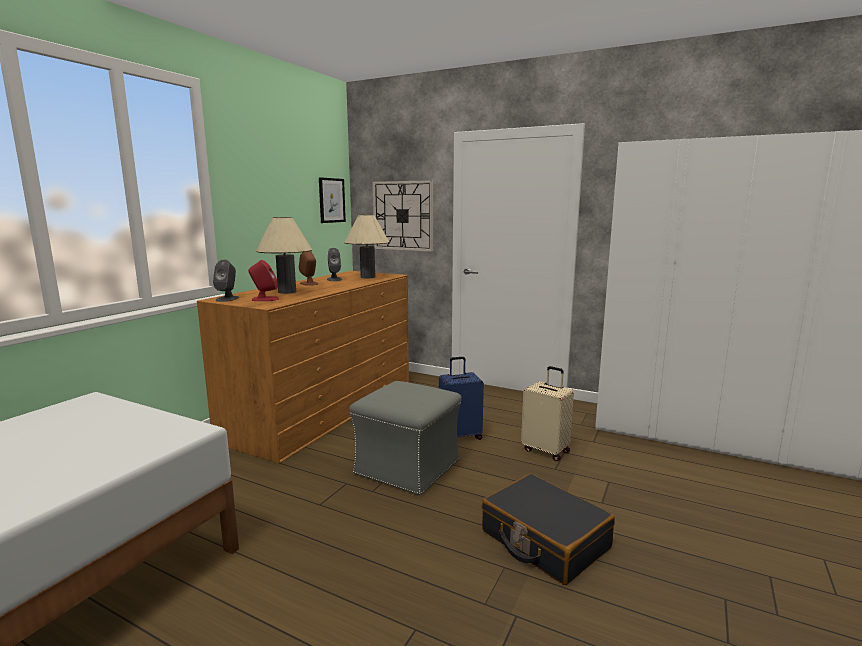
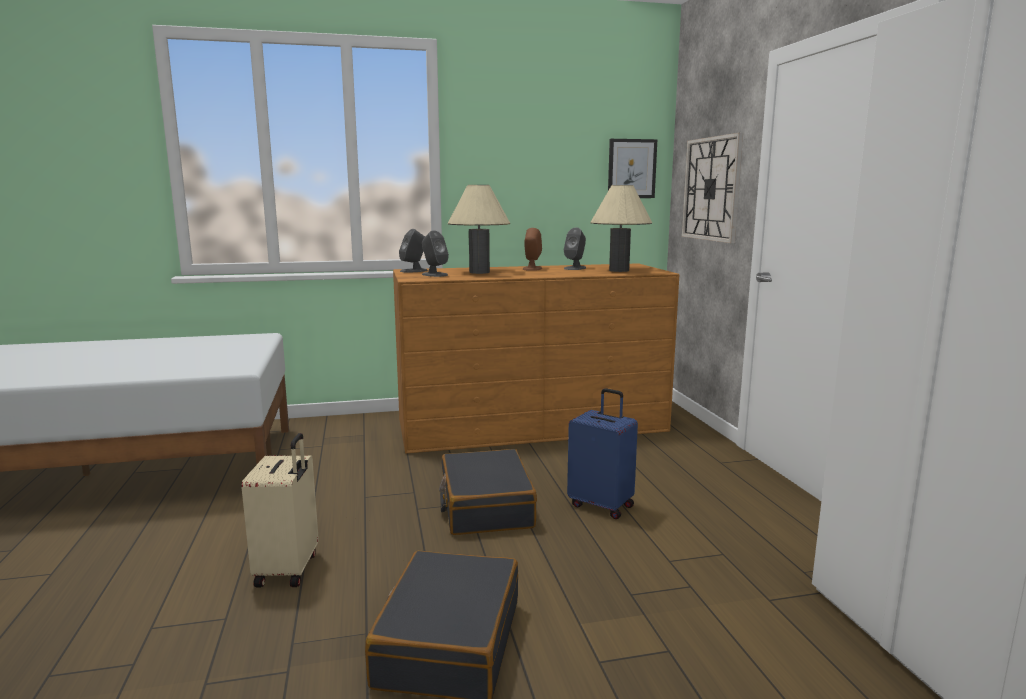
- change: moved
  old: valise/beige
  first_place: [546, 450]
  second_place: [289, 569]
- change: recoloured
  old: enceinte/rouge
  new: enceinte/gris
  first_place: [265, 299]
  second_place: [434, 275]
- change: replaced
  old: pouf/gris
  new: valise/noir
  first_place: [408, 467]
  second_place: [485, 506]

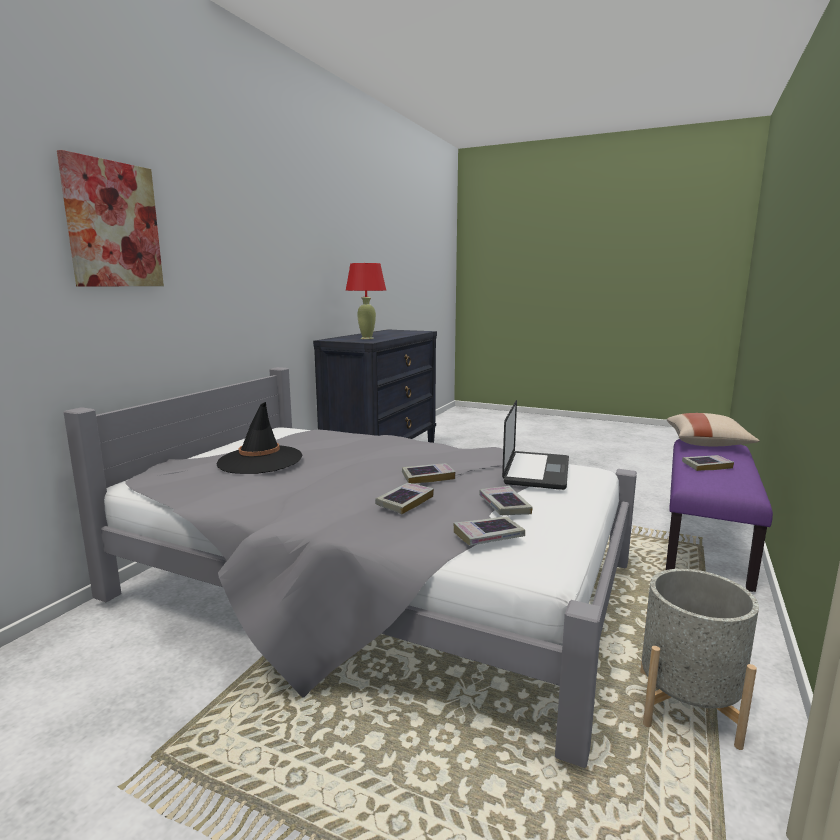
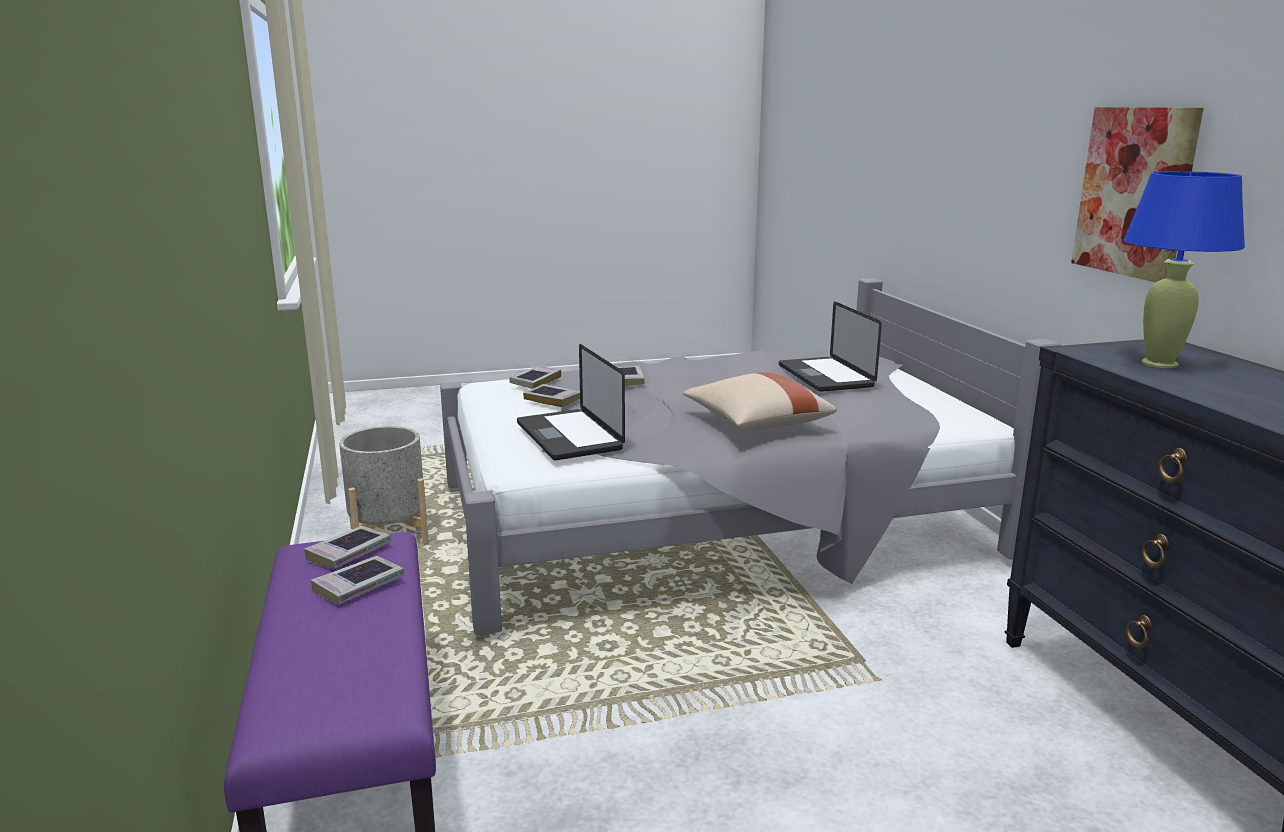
- change: moved
  old: livre
  first_place: [428, 477]
  second_place: [349, 553]
- change: moved
  old: coussin/beige
  first_place: [708, 444]
  second_place: [756, 423]
- change: replaced
  old: chapeau/noir
  new: ordinateur portable
  first_place: [260, 460]
  second_place: [825, 376]
- change: moved
  old: tableau
  first_place: [113, 225]
  second_place: [1135, 192]
- change: recoloured
  old: lampe de table/rouge
  new: lampe de table/bleu
  first_place: [366, 338]
  second_place: [1160, 363]

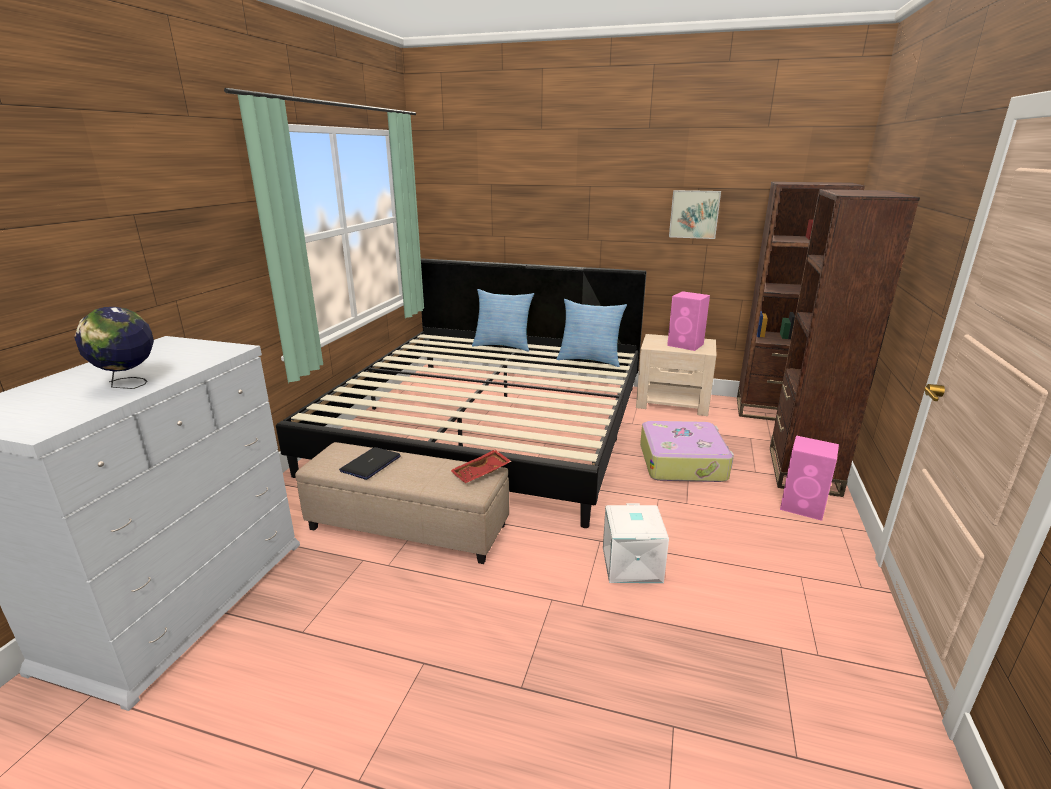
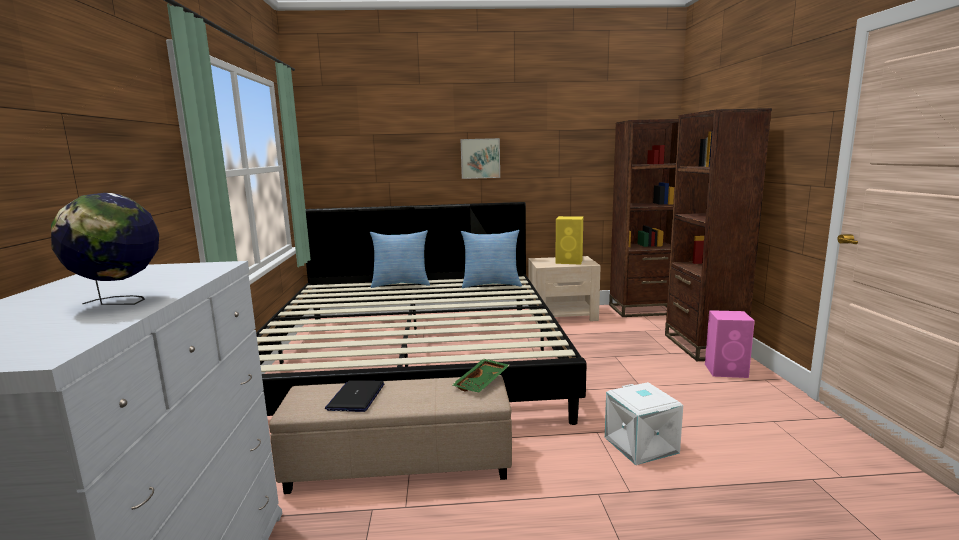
- change: recoloured
  old: plateau/rouge
  new: plateau/vert
  first_place: [481, 473]
  second_place: [482, 383]
- change: moved
  old: tableau
  first_place: [694, 214]
  second_place: [480, 158]
- change: recoloured
  old: enceinte/rose
  new: enceinte/jaune
  first_place: [686, 345]
  second_place: [569, 261]
- change: removed
  old: valise
  first_place: [683, 462]

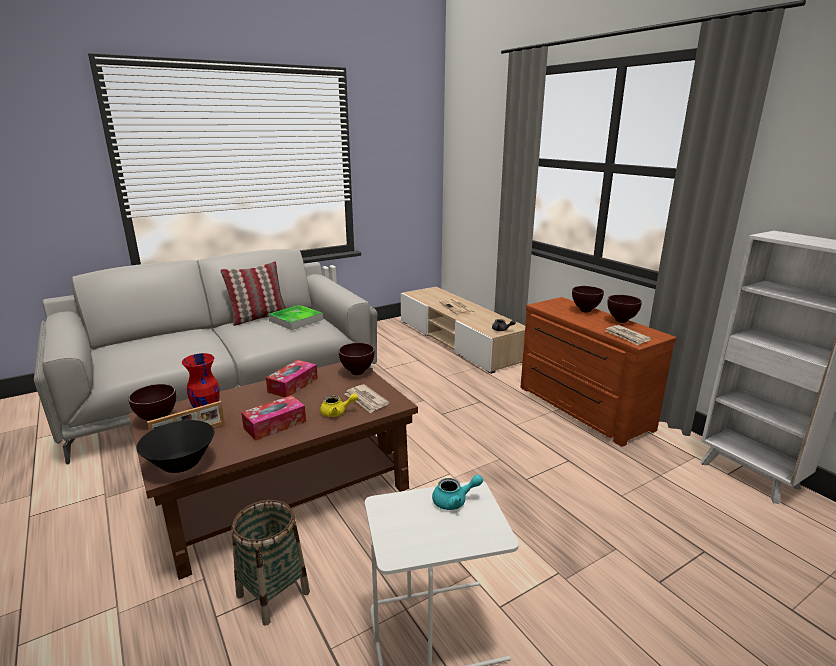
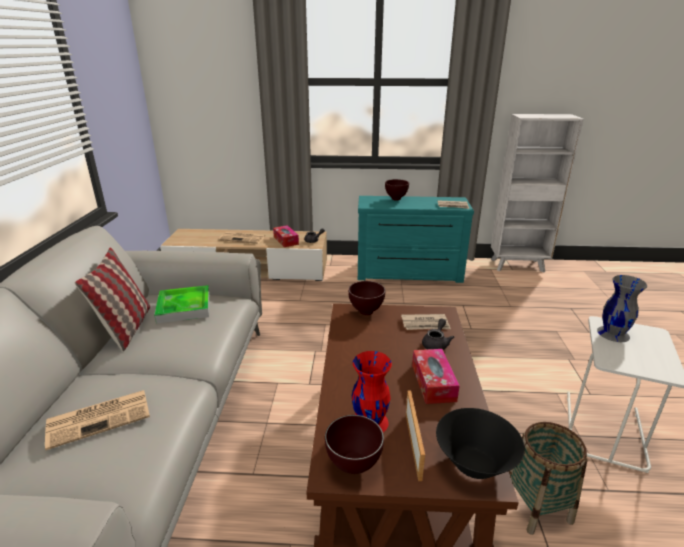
- change: added
  new: journal
  second_place: [100, 417]
- change: moved
  old: boîte à mouchoirs
  first_place: [293, 385]
  second_place: [286, 240]
- change: recoloured
  old: commode/marron
  new: commode/turquoise
  first_place: [581, 408]
  second_place: [409, 273]
- change: recoloured
  old: théière/jaune
  new: théière/gris
  first_place: [337, 412]
  second_place: [436, 344]
- change: replaced
  old: théière/turquoise
  new: vase/gris
  first_place: [454, 501]
  second_place: [613, 333]
- change: removed
  old: bol/marron
  first_place: [622, 321]

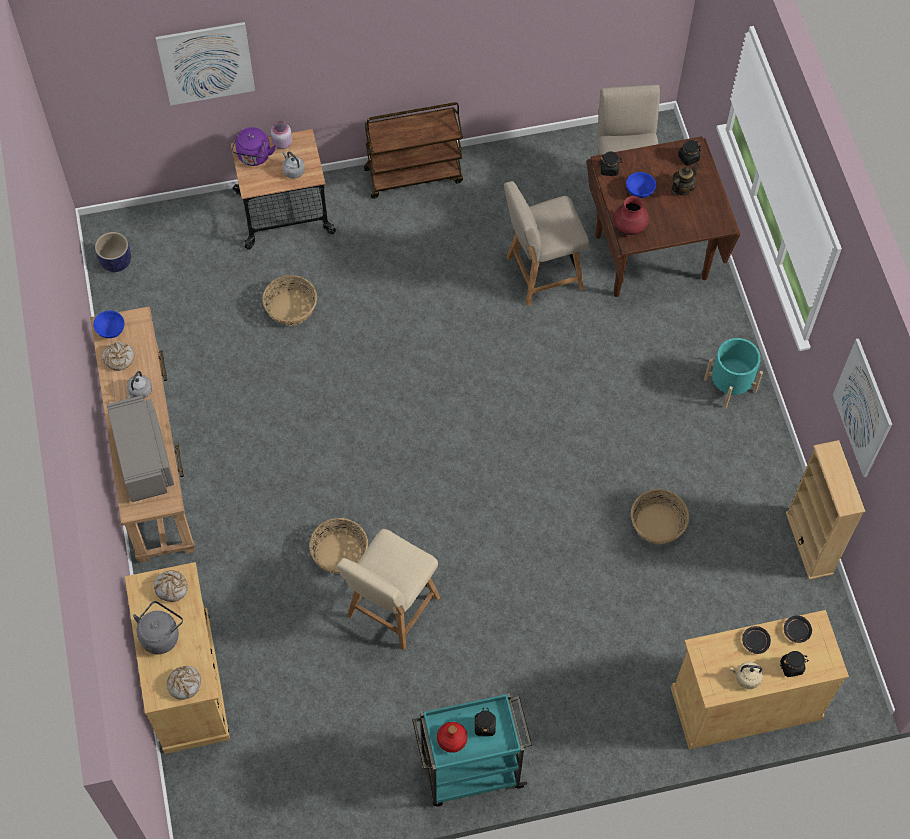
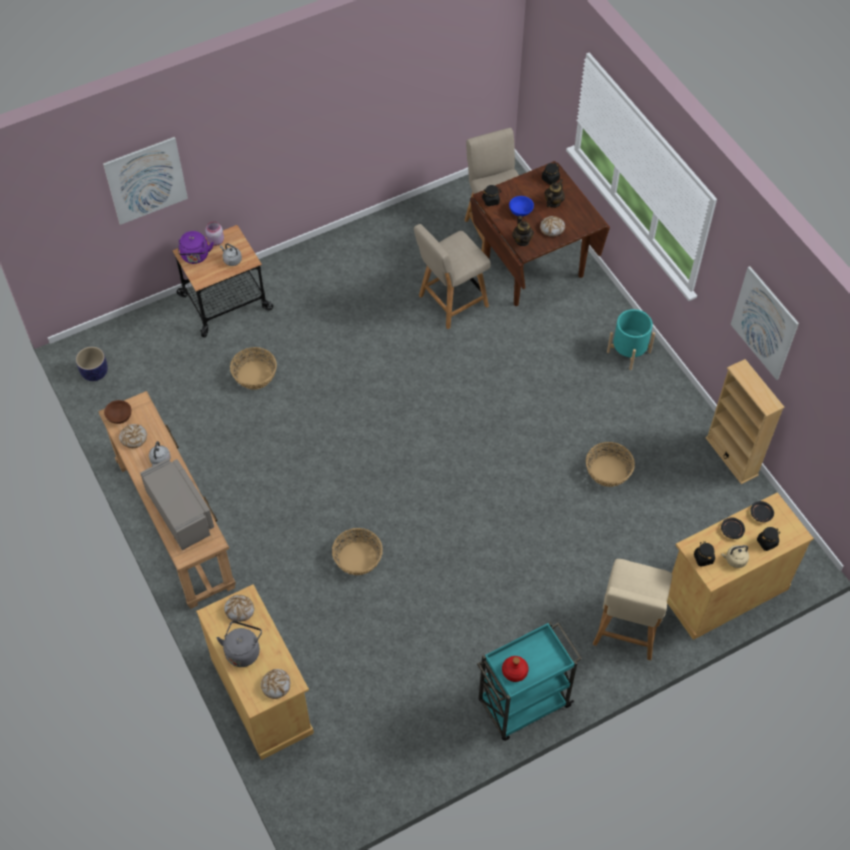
- change: recoloured
  old: bol/bleu
  new: bol/marron
  first_place: [110, 331]
  second_place: [119, 418]
- change: replaced
  old: vase/rouge
  new: théière
  first_place: [629, 227]
  second_place: [522, 240]
- change: added
  new: pain
  second_place: [552, 228]
- change: moved
  old: chaise/beige
  first_place: [391, 610]
  second_place: [626, 630]
- change: moved
  old: bocal/noir
  first_place: [484, 726]
  second_place: [703, 558]
- change: removed
  old: chariot/marron
  first_place: [414, 175]

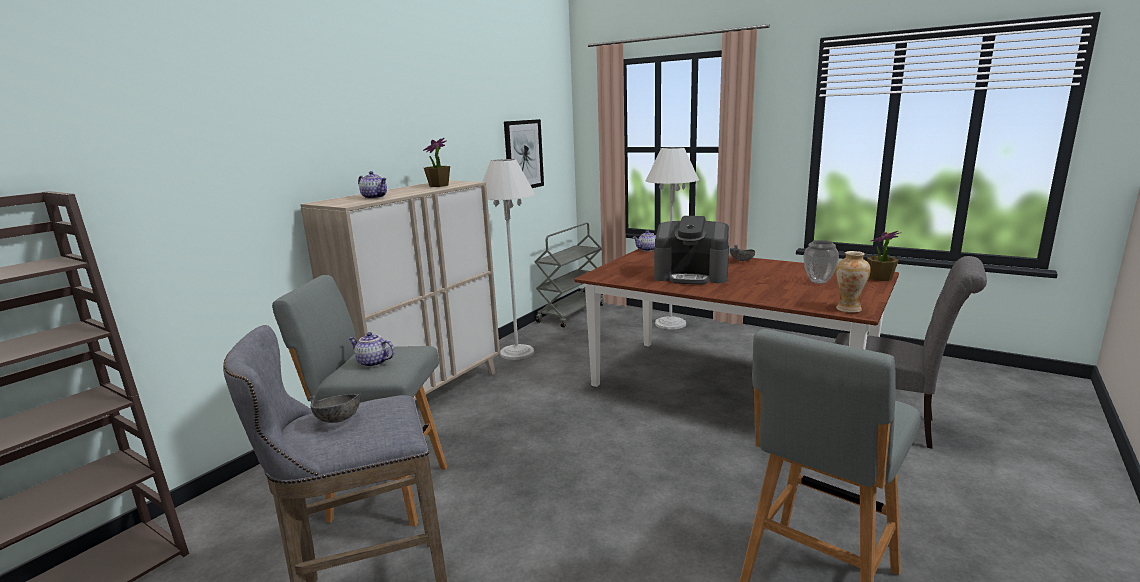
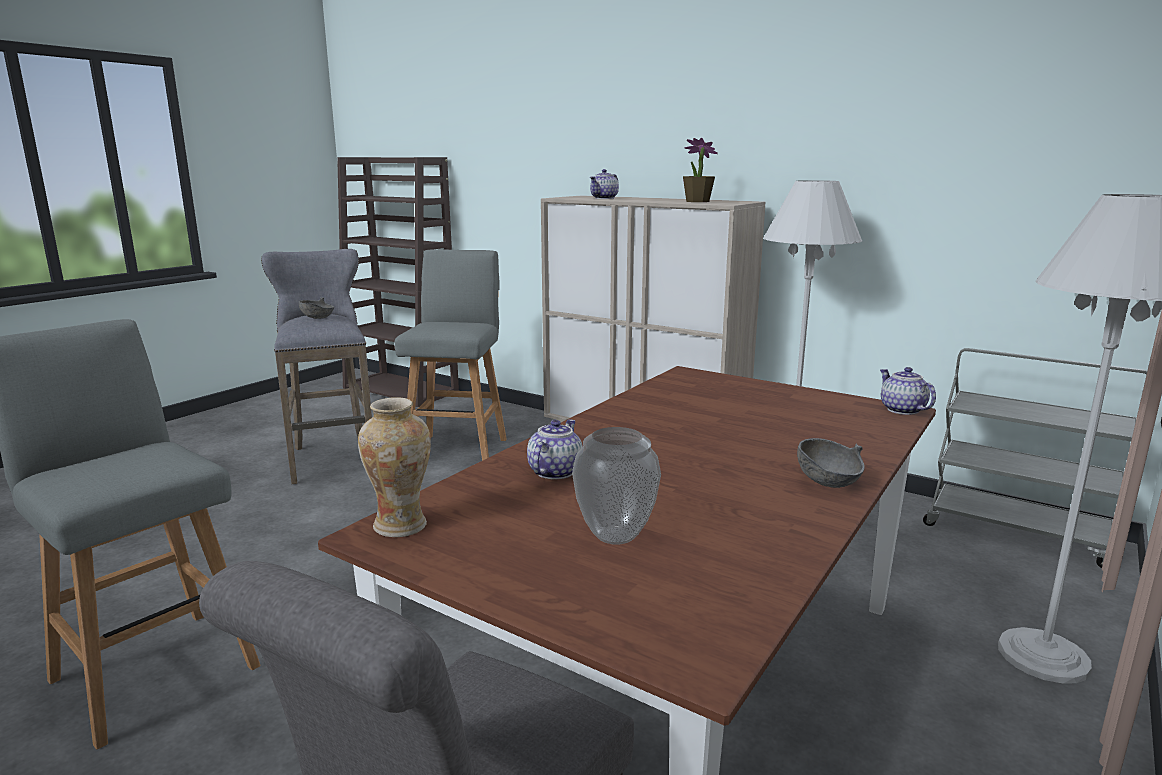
- change: moved
  old: théière
  first_place: [372, 363]
  second_place: [554, 472]
- change: removed
  old: tableau
  first_place: [523, 155]
- change: removed
  old: machine à café
  first_place: [691, 276]
- change: removed
  old: plante en pot
  first_place: [880, 278]

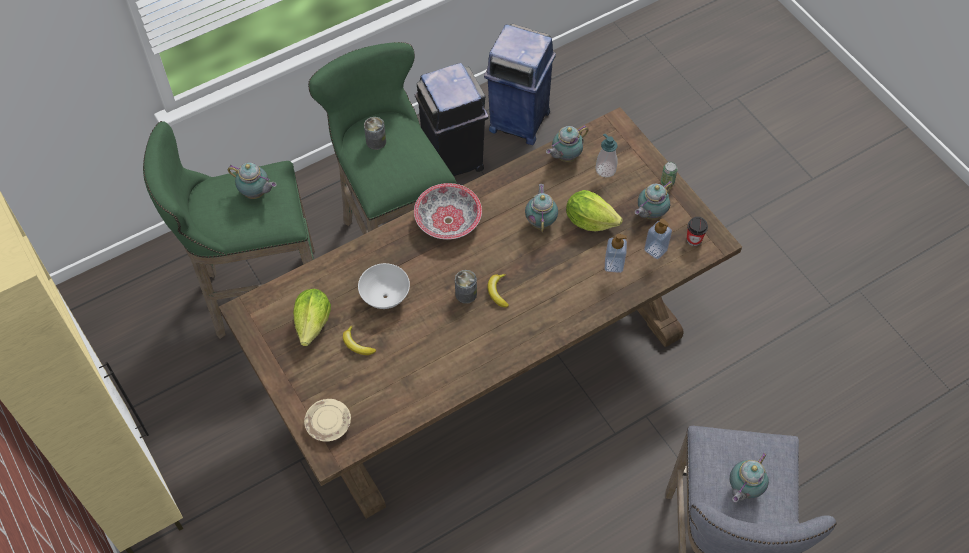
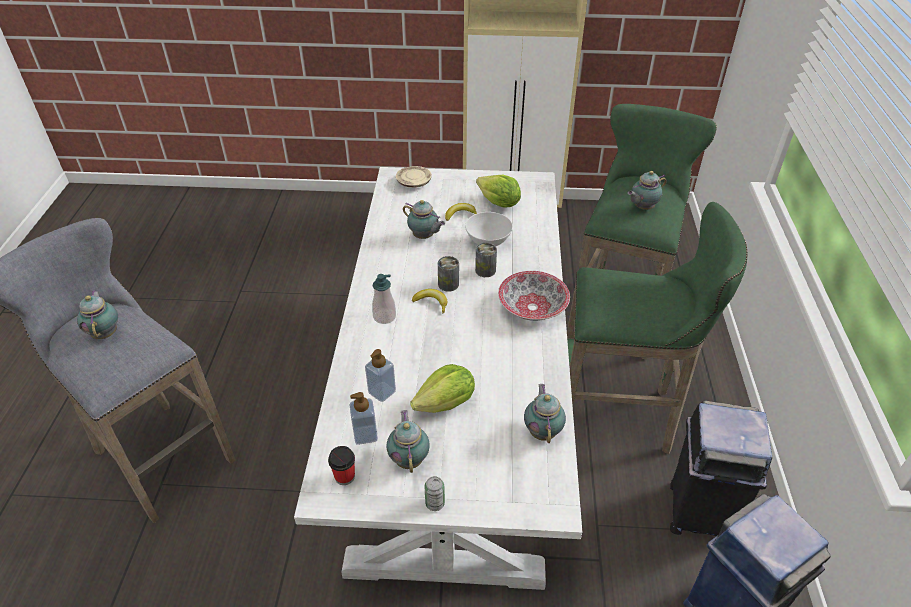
- change: recoloured
  old: table à manger/marron
  new: table à manger/blanc
  first_place: [484, 356]
  second_place: [456, 413]
- change: moved
  old: distributeur de savon
  first_place: [605, 169]
  second_place: [384, 316]
- change: moved
  old: théière
  first_place: [541, 221]
  second_place: [424, 237]
- change: moved
  old: boîte métallique
  first_place: [376, 141]
  second_place: [485, 270]

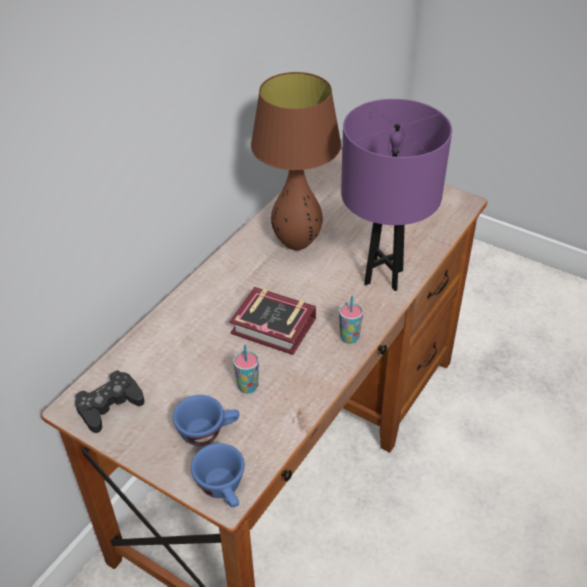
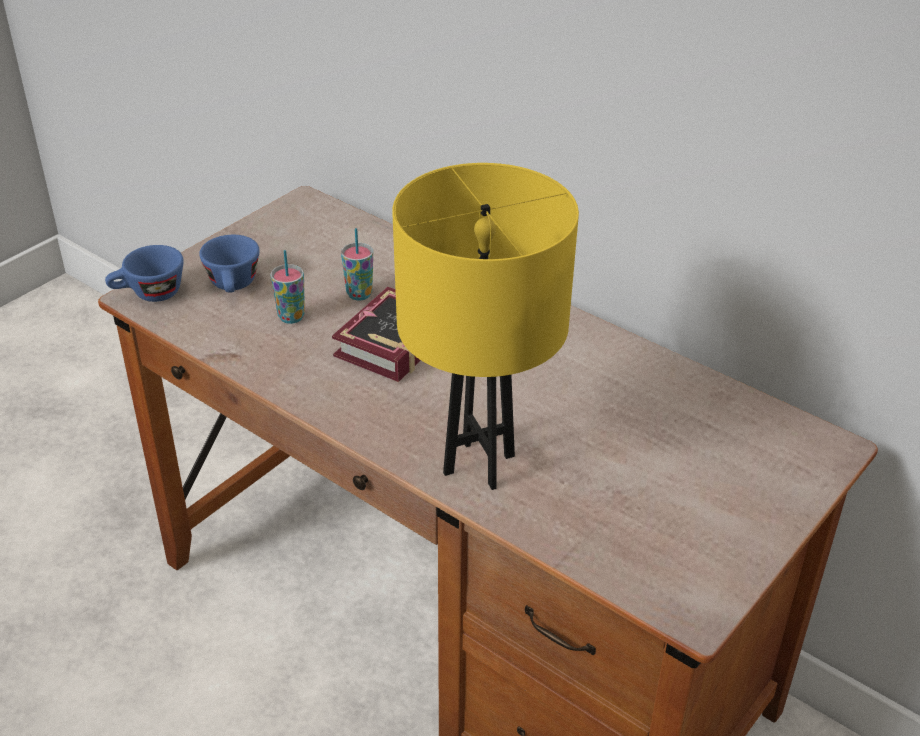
- change: moved
  old: tasse
  first_place: [349, 337]
  second_place: [359, 294]
- change: recoloured
  old: lampe de table/violet
  new: lampe de table/jaune
  first_place: [383, 276]
  second_place: [480, 464]
- change: removed
  old: manette/noir
  first_place: [109, 406]
- change: removed
  old: lampe de table/marron
  first_place: [297, 243]

